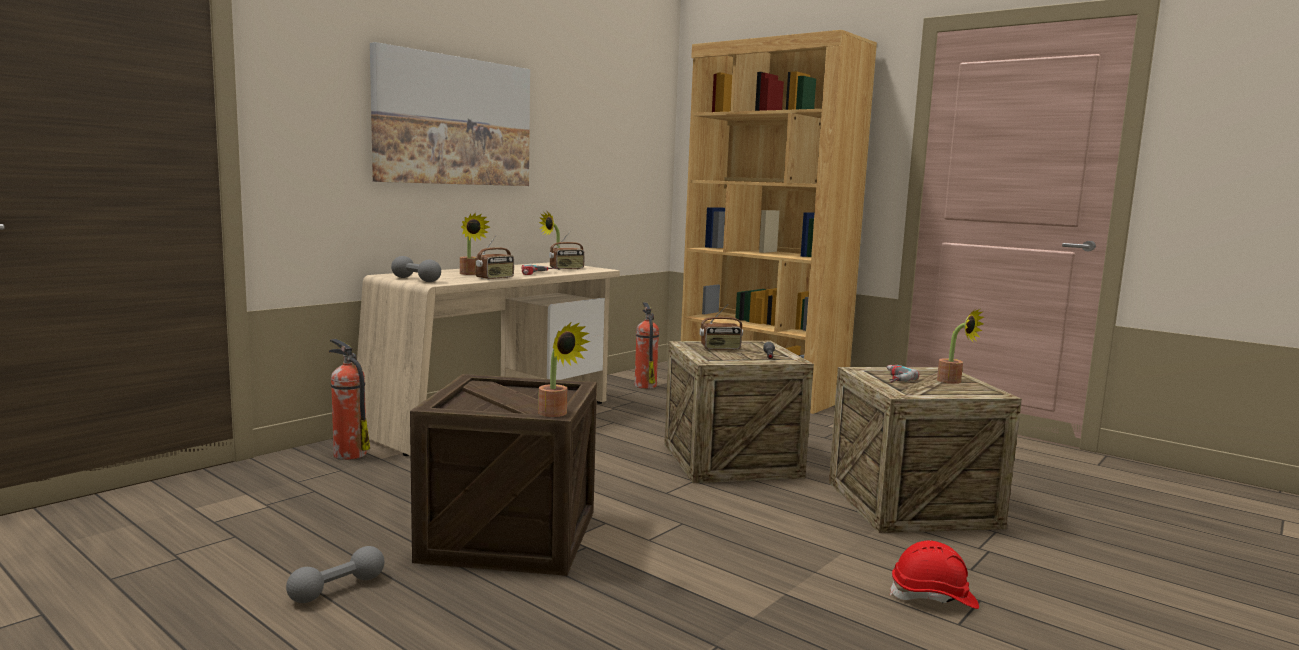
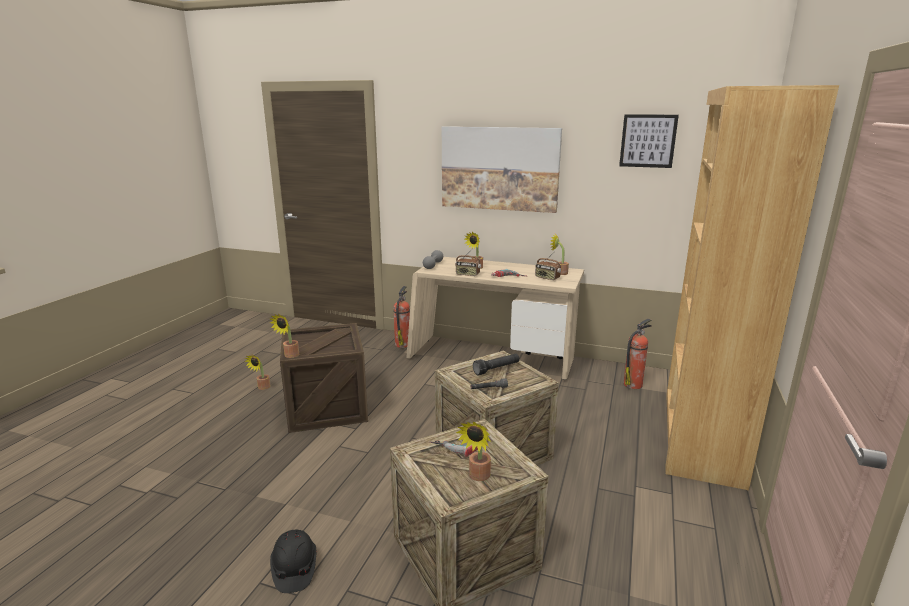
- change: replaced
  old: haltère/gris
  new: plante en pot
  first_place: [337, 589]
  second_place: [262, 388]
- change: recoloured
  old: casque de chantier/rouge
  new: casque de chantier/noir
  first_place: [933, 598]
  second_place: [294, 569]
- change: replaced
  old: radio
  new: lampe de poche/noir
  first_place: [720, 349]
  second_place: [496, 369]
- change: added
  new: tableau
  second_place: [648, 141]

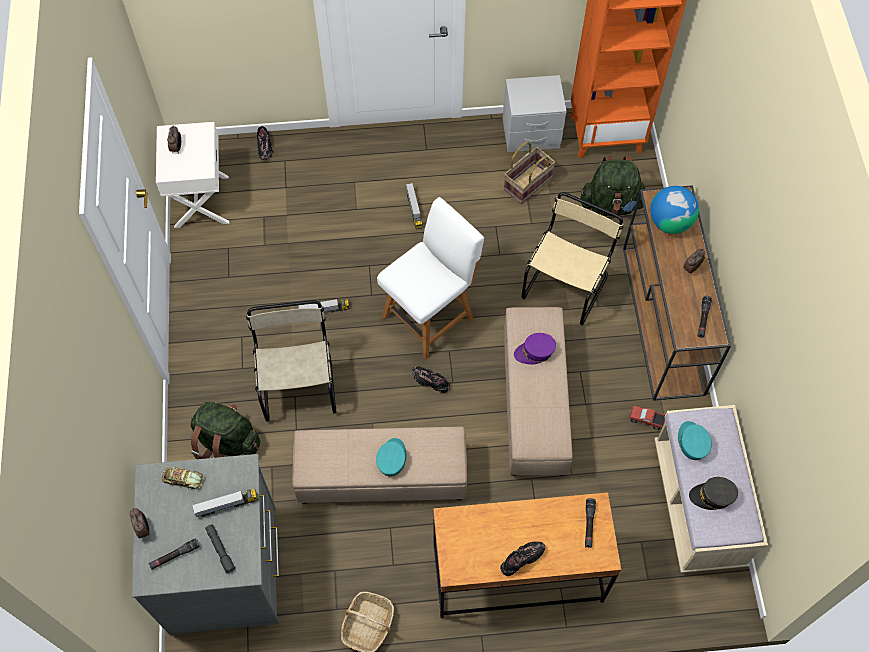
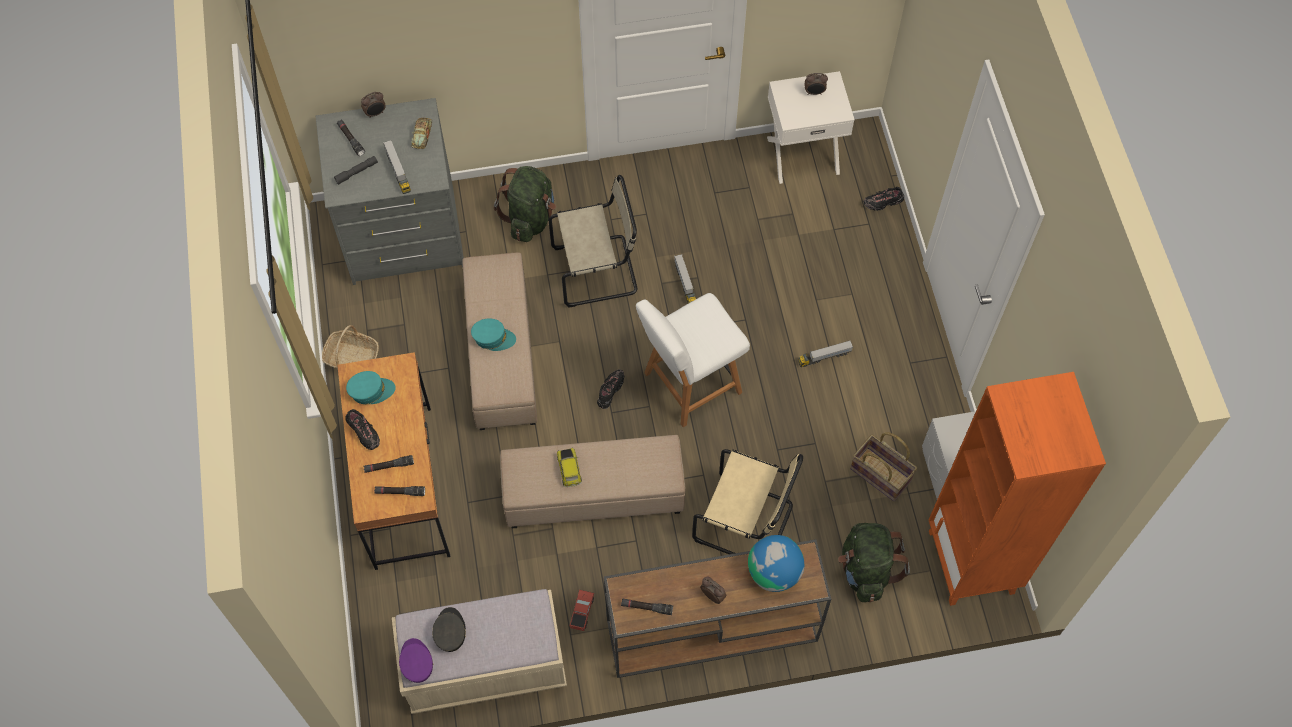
- change: moved
  old: casquette/turquoise
  first_place: [692, 442]
  second_place: [371, 391]
- change: added
  new: lampe de poche/noir
  second_place: [389, 466]
- change: moved
  old: casquette/violet
  first_place: [534, 352]
  second_place: [416, 663]
- change: added
  new: petite voiture
  second_place: [570, 470]
- change: turned
  old: chaise/blanc
  first_place: [430, 316]
  second_place: [689, 384]
  degrees: 105

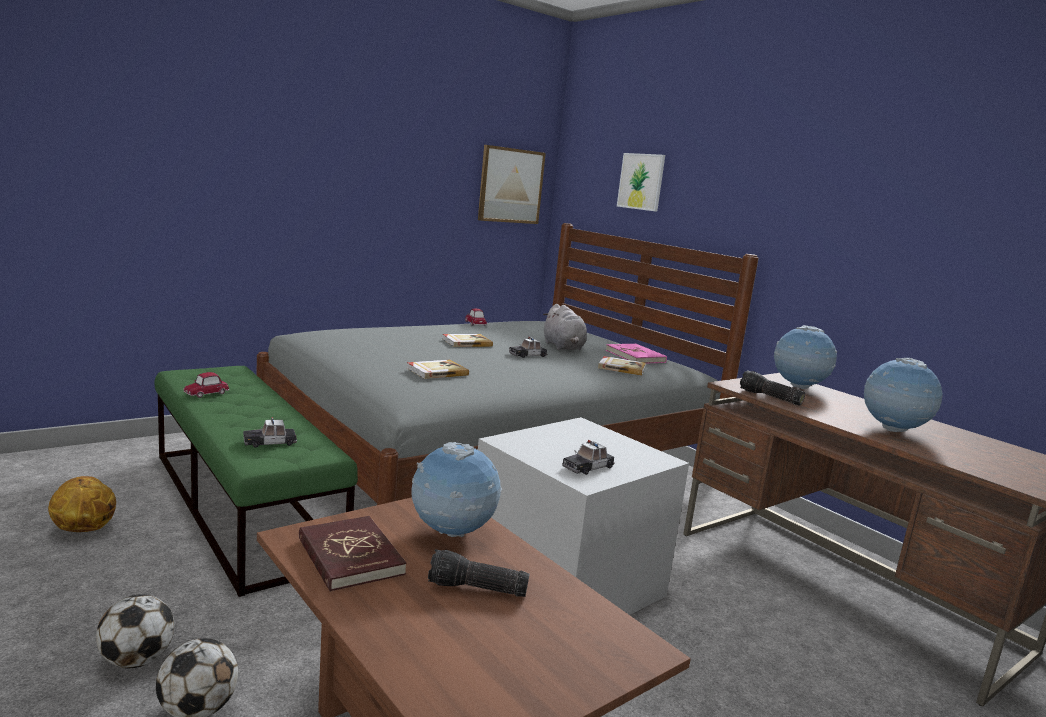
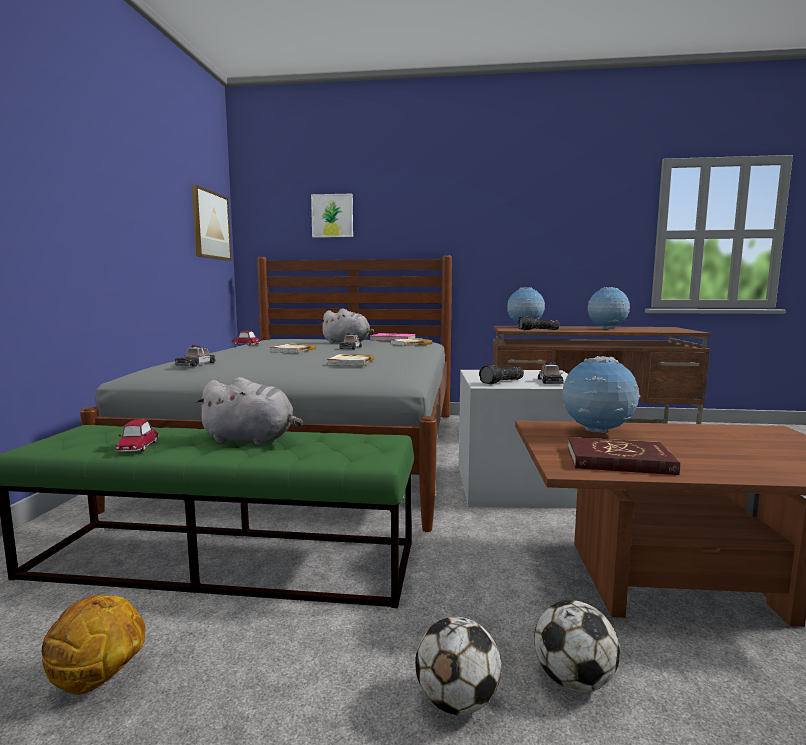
- change: moved
  old: petite voiture
  first_place: [270, 442]
  second_place: [196, 364]
- change: added
  new: peluche/gris
  second_place: [252, 440]
- change: moved
  old: lampe de poche
  first_place: [476, 589]
  second_place: [502, 382]

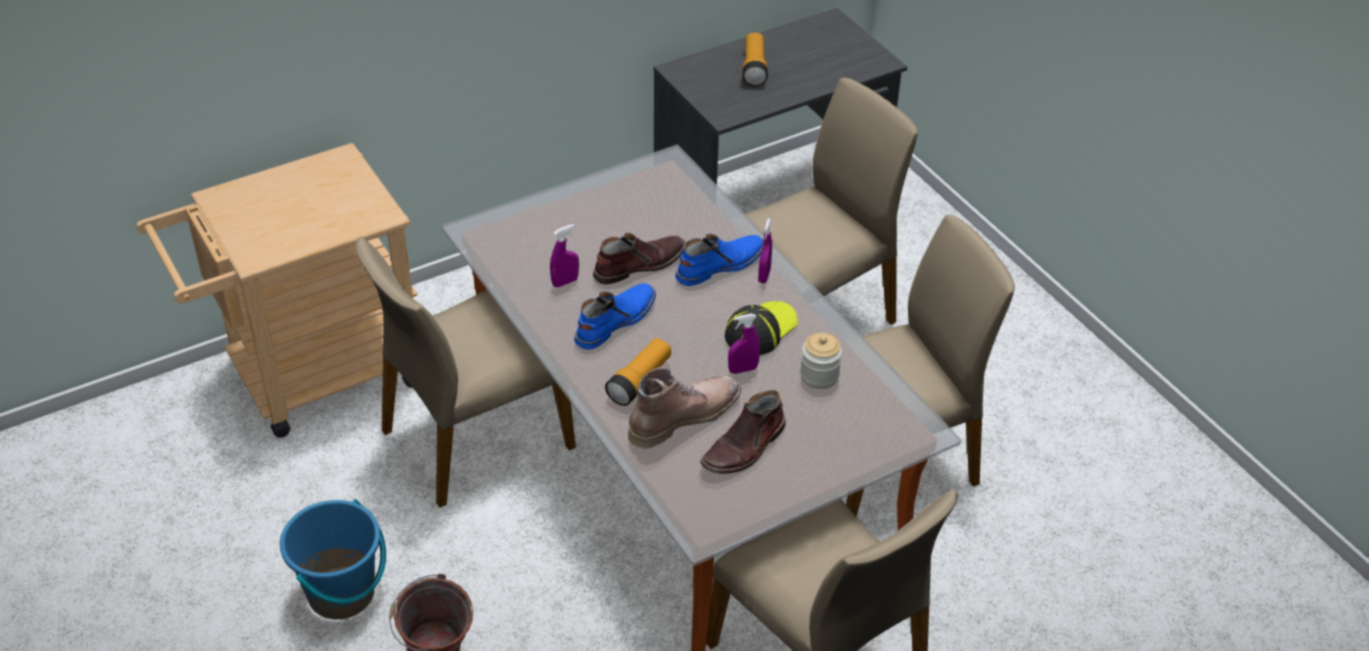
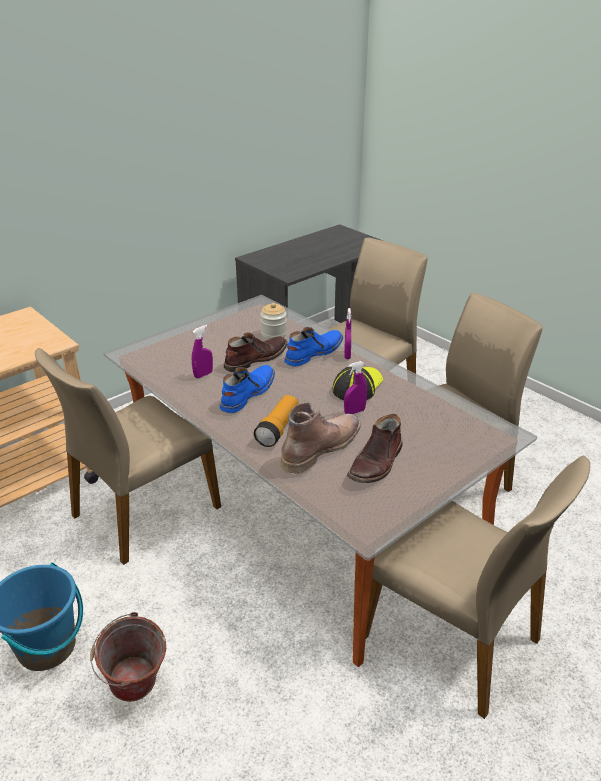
- change: moved
  old: bocal
  first_place: [819, 376]
  second_place: [274, 334]
- change: removed
  old: lampe de poche
  first_place: [754, 68]

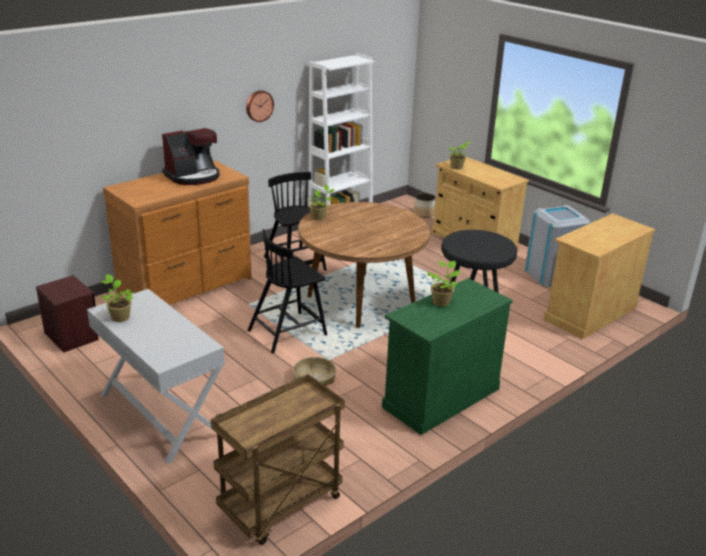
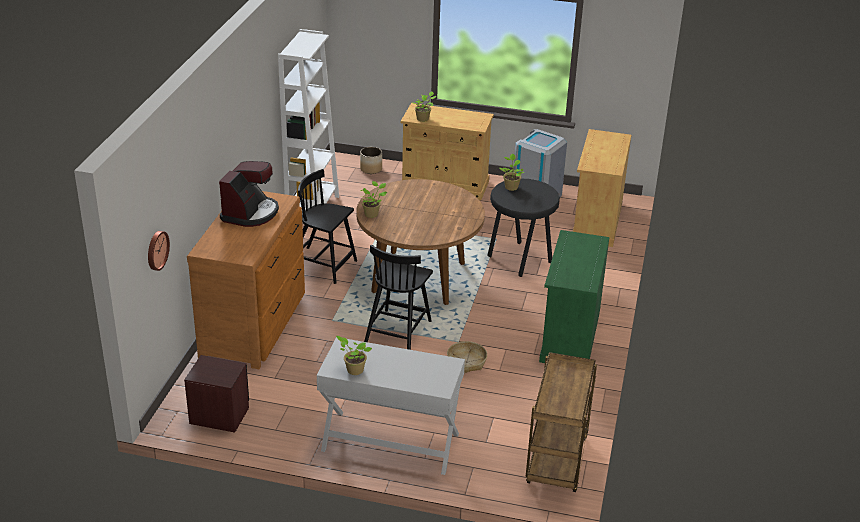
- change: moved
  old: horloge murale
  first_place: [259, 105]
  second_place: [156, 250]
- change: moved
  old: plante en pot
  first_place: [441, 302]
  second_place: [511, 187]

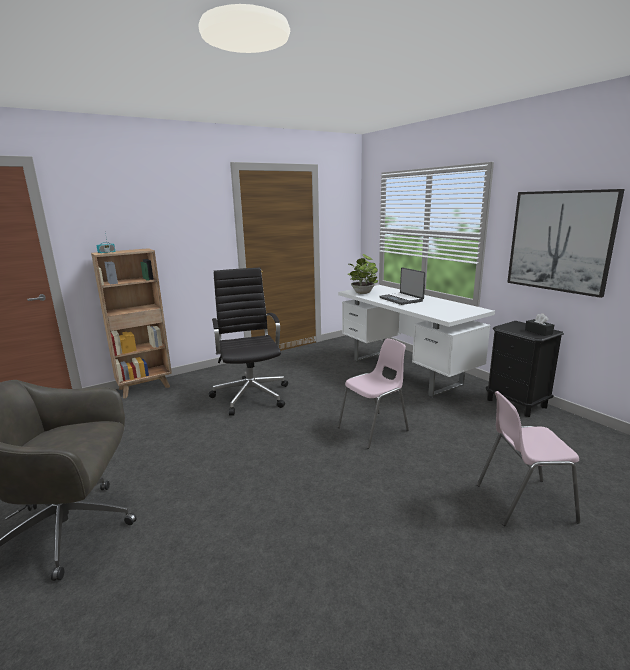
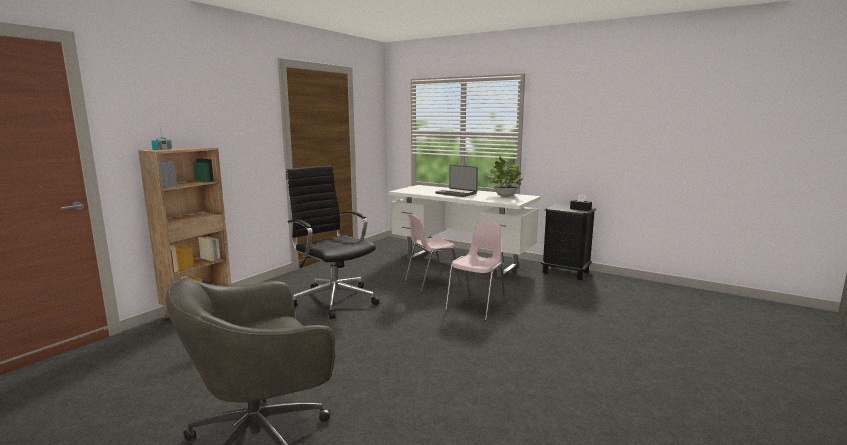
- change: moved
  old: chaise/rose
  first_place: [523, 502]
  second_place: [431, 283]
- change: moved
  old: plante en pot
  first_place: [363, 292]
  second_place: [504, 195]
- change: removed
  old: tableau
  first_place: [559, 241]

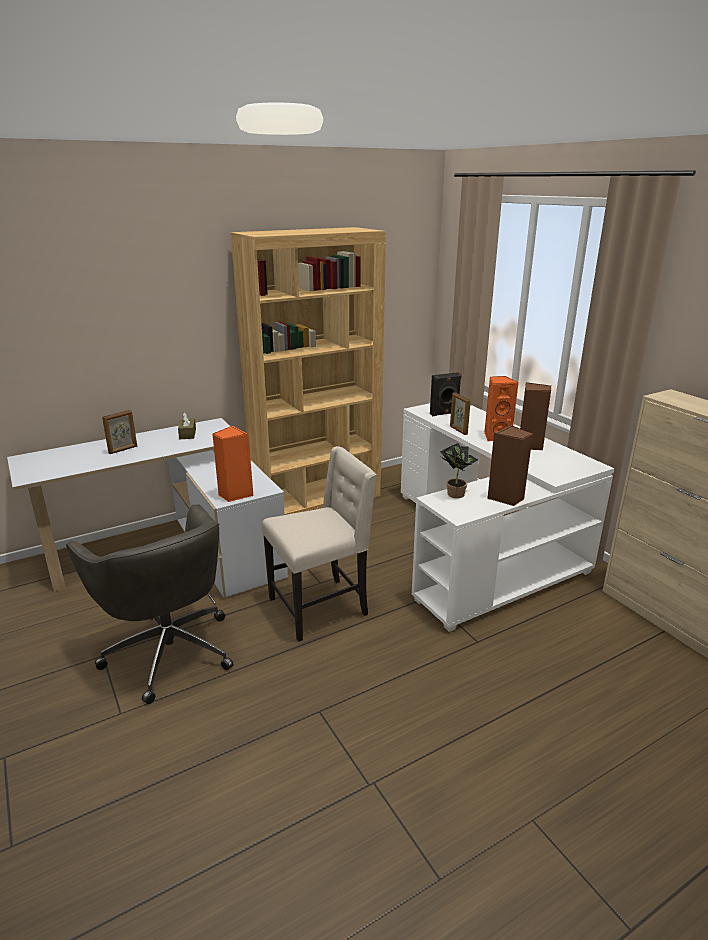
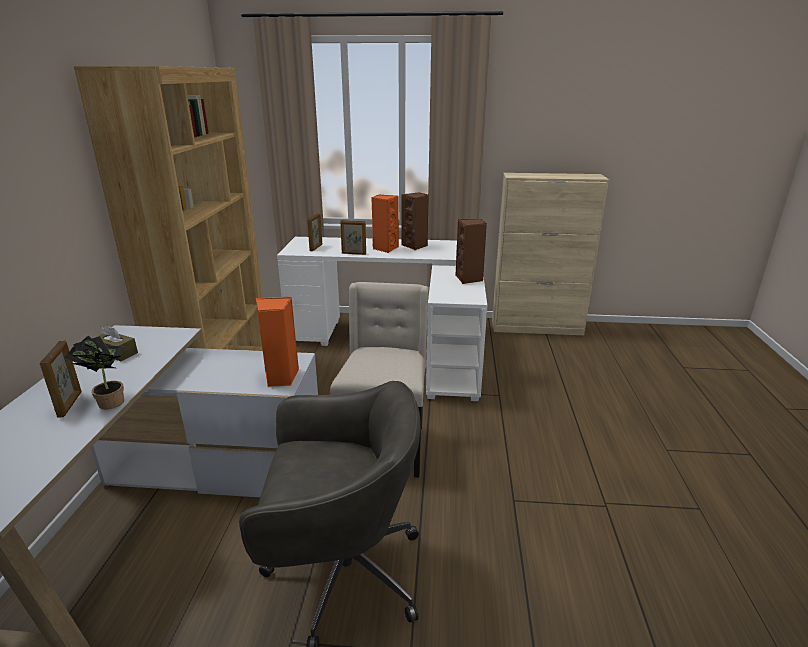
- change: moved
  old: plante en pot
  first_place: [455, 493]
  second_place: [108, 402]
- change: replaced
  old: enceinte/noir
  new: cadre photo
  first_place: [444, 414]
  second_place: [316, 247]

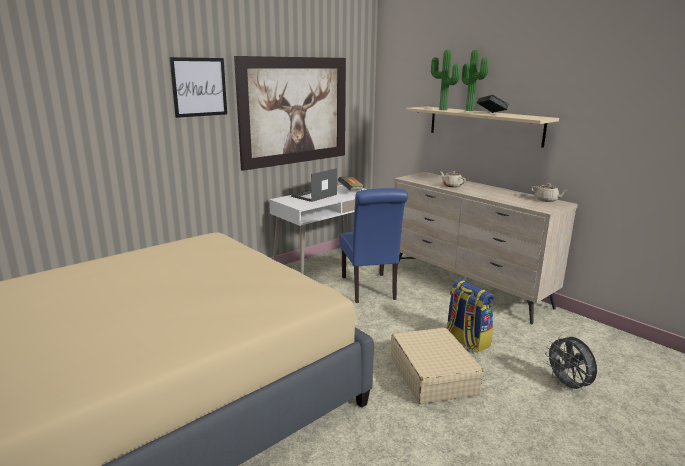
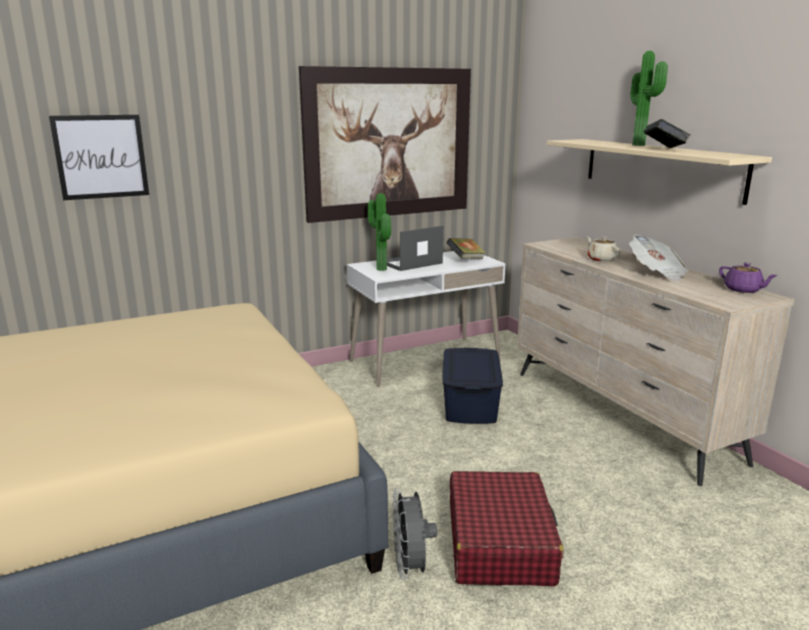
- change: moved
  old: tableau
  first_place: [199, 87]
  second_place: [101, 157]
- change: moved
  old: plante en pot
  first_place: [442, 110]
  second_place: [379, 269]
- change: moved
  old: ventilateur/gris
  first_place: [568, 386]
  second_place: [411, 568]
- change: replaced
  old: chaise/bleu
  new: boîte de rangement/bleu
  first_place: [370, 289]
  second_place: [469, 403]
- change: recoloured
  old: valise/beige
  new: valise/rouge
  first_place: [432, 375]
  second_place: [500, 543]
- change: added
  new: journal
  second_place: [657, 273]
- change: recoloured
  old: théière/beige
  new: théière/violet
  first_place: [547, 200]
  second_place: [743, 290]
- change: removed
  old: sac à dos
  first_place: [466, 341]

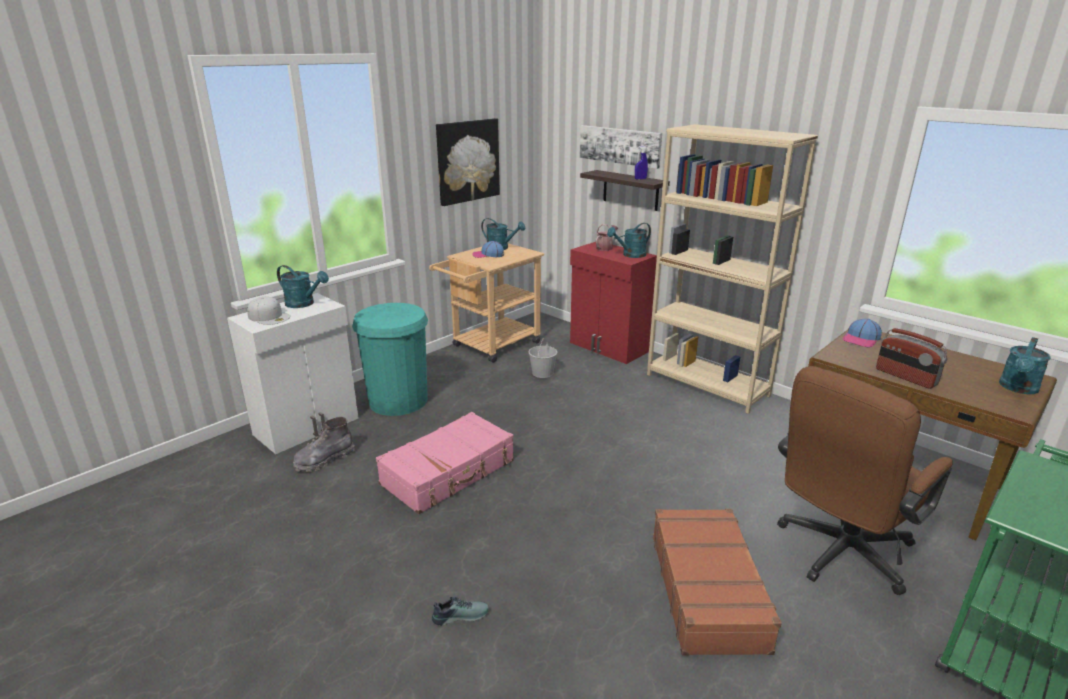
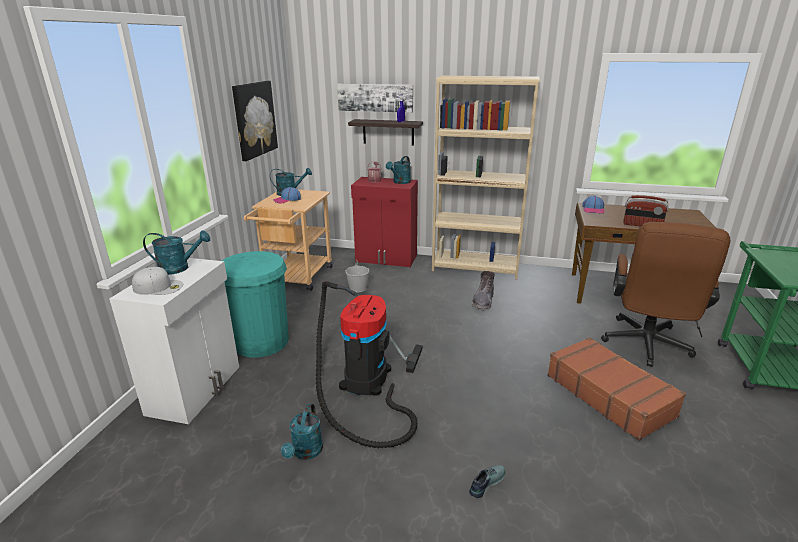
- change: moved
  old: arrosoir/turquoise
  first_place: [1017, 388]
  second_place: [305, 452]
- change: replaced
  old: valise/rose
  new: aspirateur
  first_place: [449, 473]
  second_place: [365, 383]
- change: moved
  old: botte/gris
  first_place: [324, 459]
  second_place: [483, 302]

